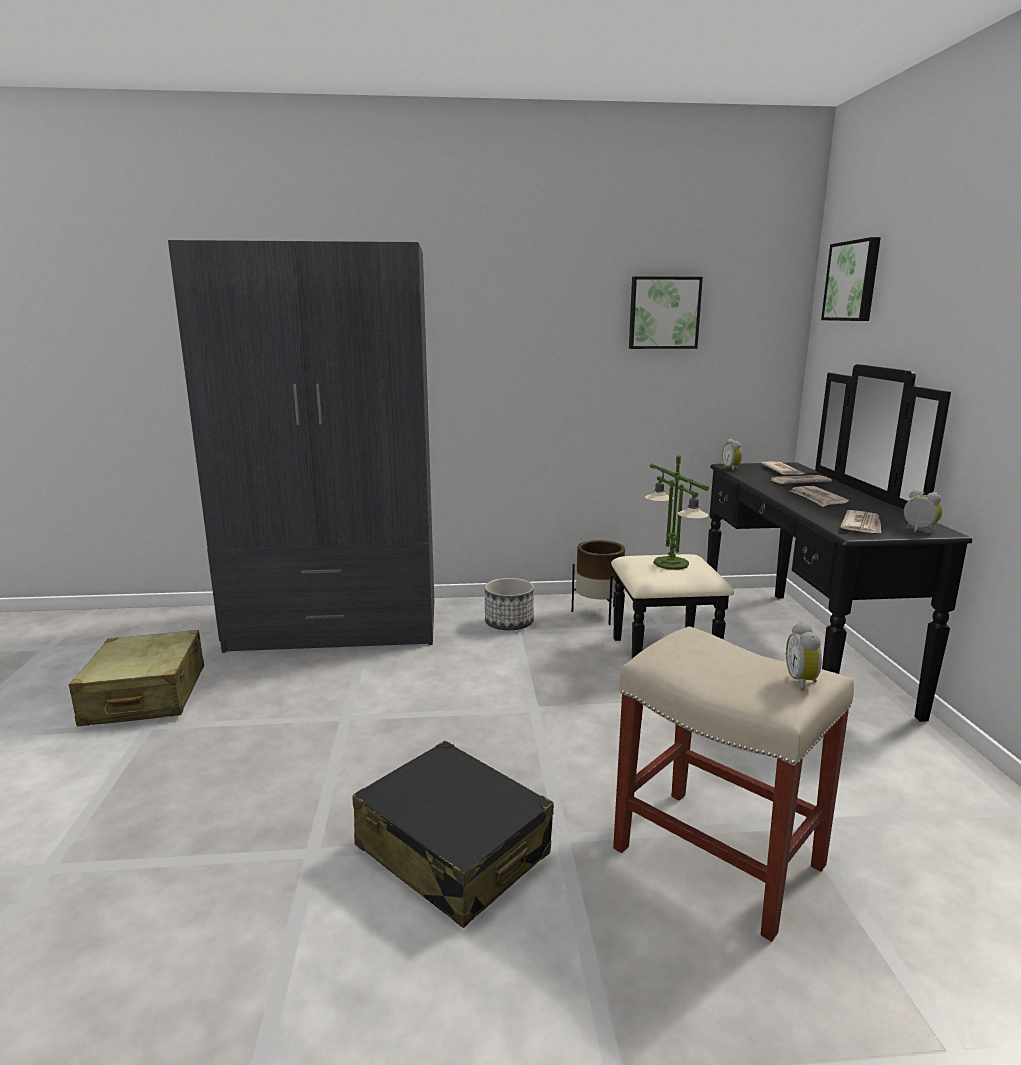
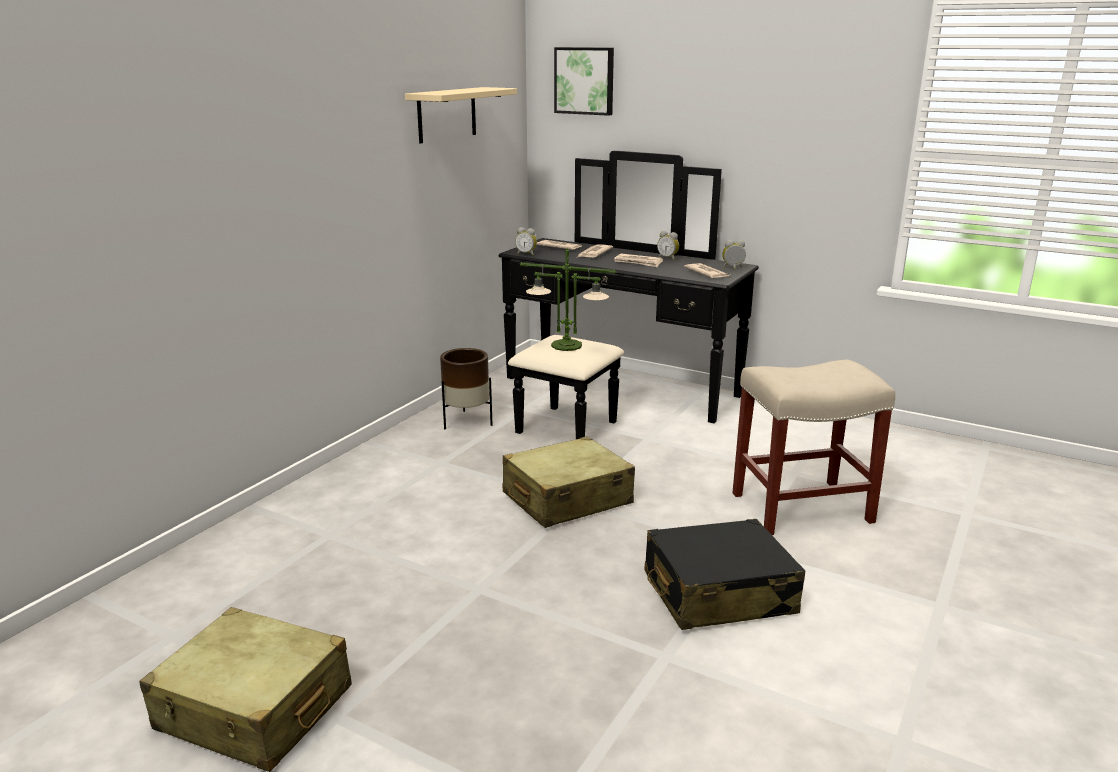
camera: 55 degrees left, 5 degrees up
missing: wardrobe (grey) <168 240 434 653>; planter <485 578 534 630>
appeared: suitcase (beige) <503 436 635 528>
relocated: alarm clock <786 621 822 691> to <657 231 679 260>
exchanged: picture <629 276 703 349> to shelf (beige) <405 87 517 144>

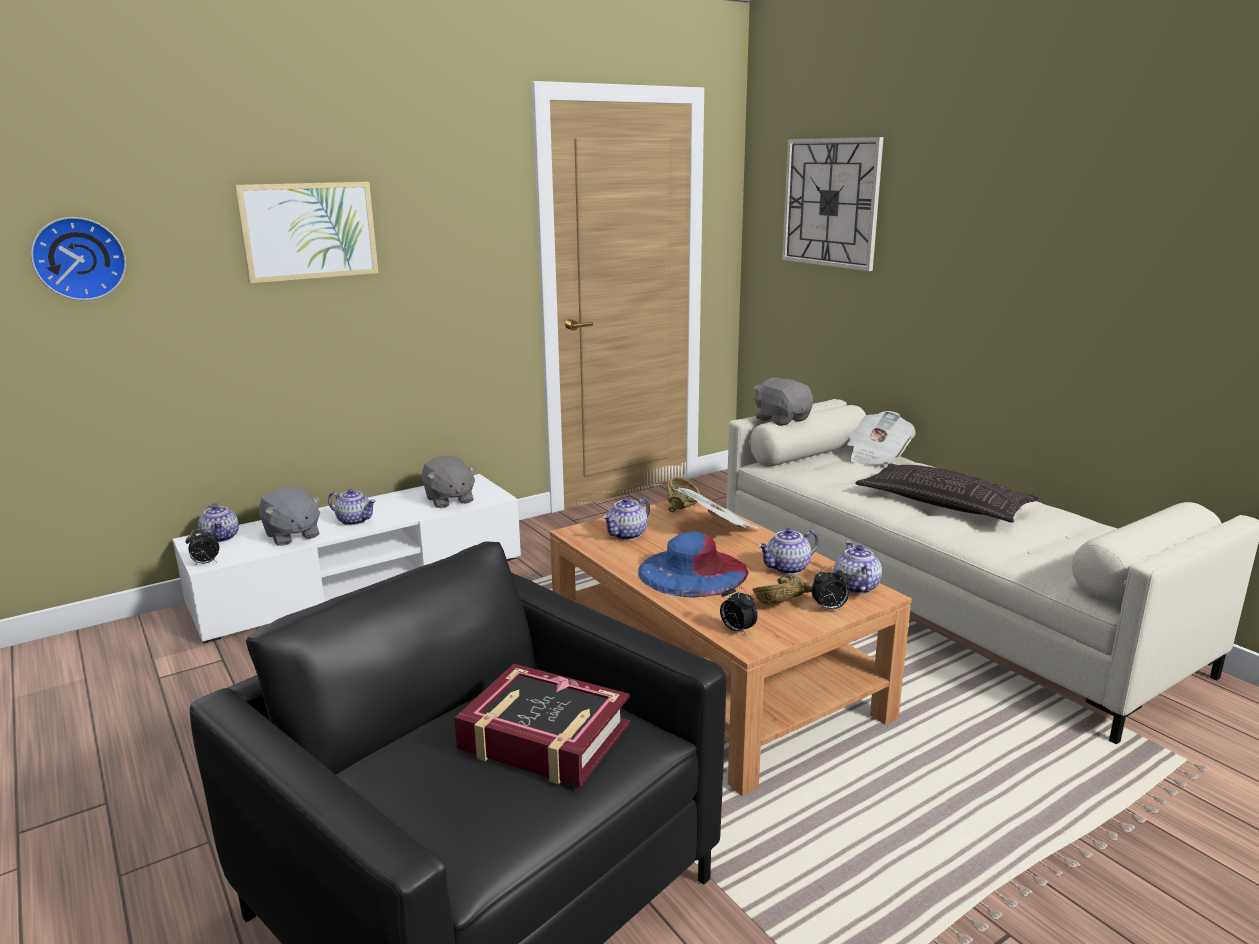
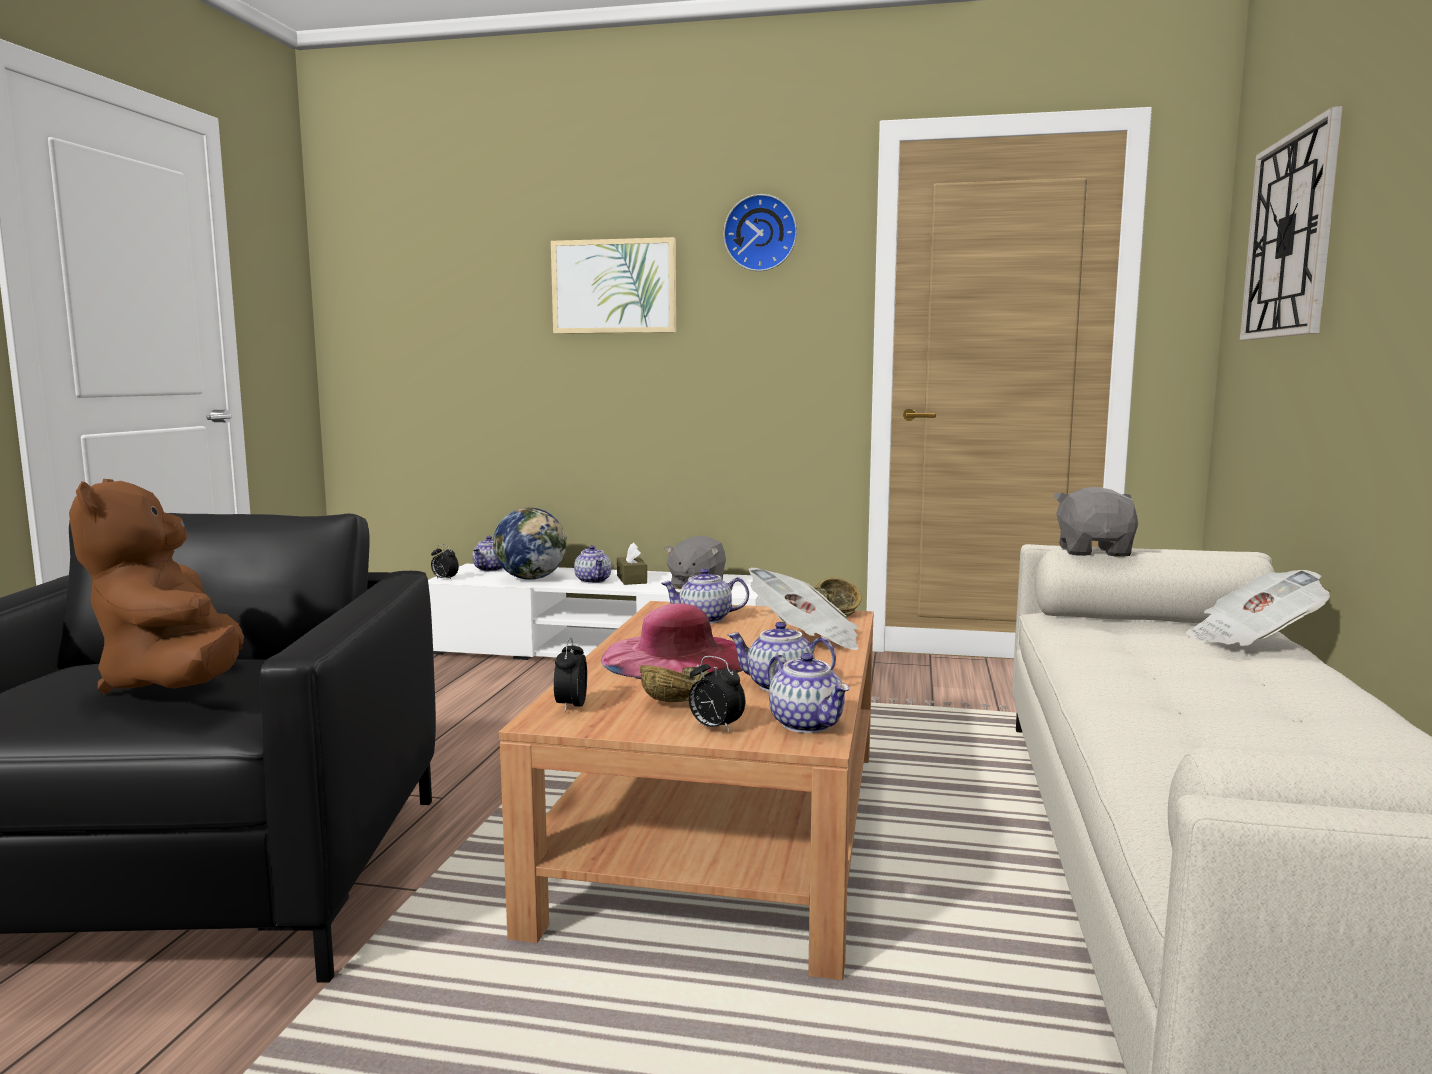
camera: 45 degrees right, 10 degrees down
missing: pillow <855 463 1039 522>
appeared: tissue box (brown) <617 543 647 585>
relocated: wall clock <31 217 126 301> to <723 194 797 271>
exchanged: plush toy (grey) <259 487 321 546> to globe <493 508 567 580>; book <454 664 630 787> to plush toy (brown) <69 479 244 694>
colour: hat (blue) <638 531 748 598> to hat (pink) <601 603 743 679>
spun: teapot <834 541 882 594> = <768 653 850 733> 105 degrees clockwise

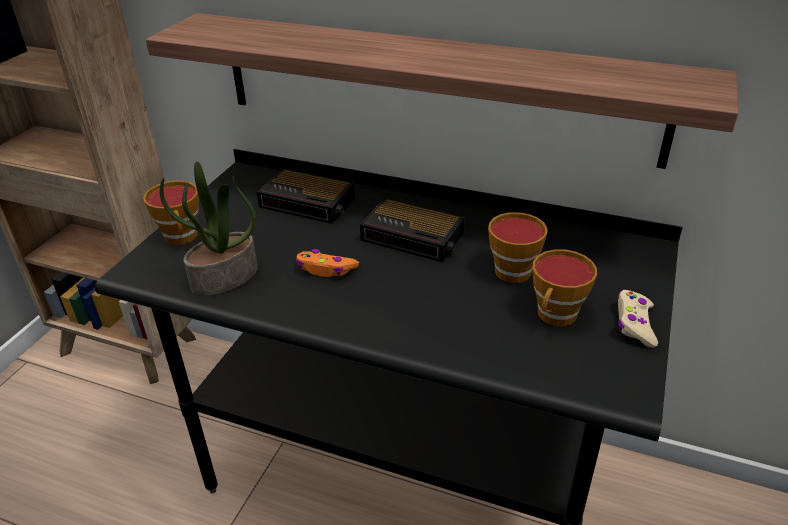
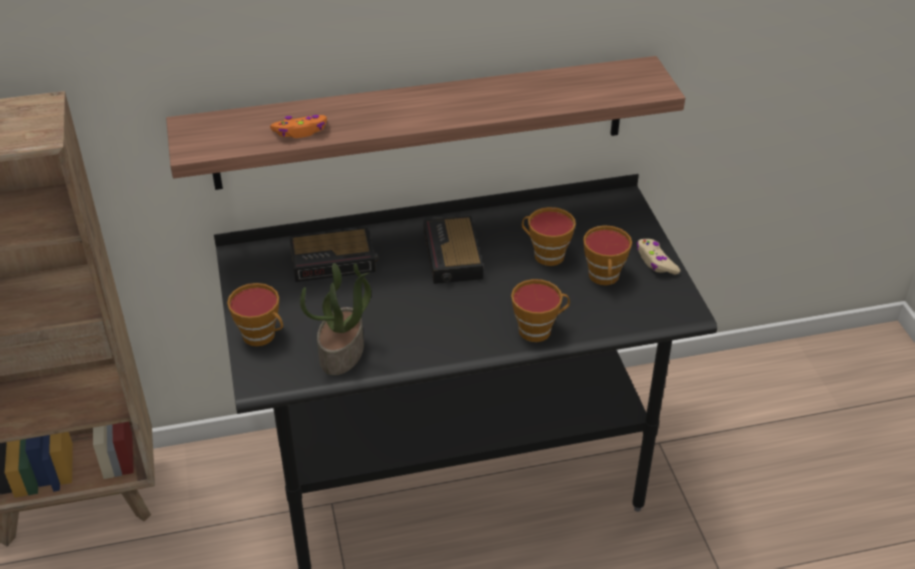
camera: 35 degrees left, 5 degrees up
appeared: cup <511 279 570 342>
relocated: game controller (orange) <296 249 359 277> to <270 115 327 138>
spun: alarm clock <360 198 464 262> = <423 216 483 284> 90 degrees clockwise

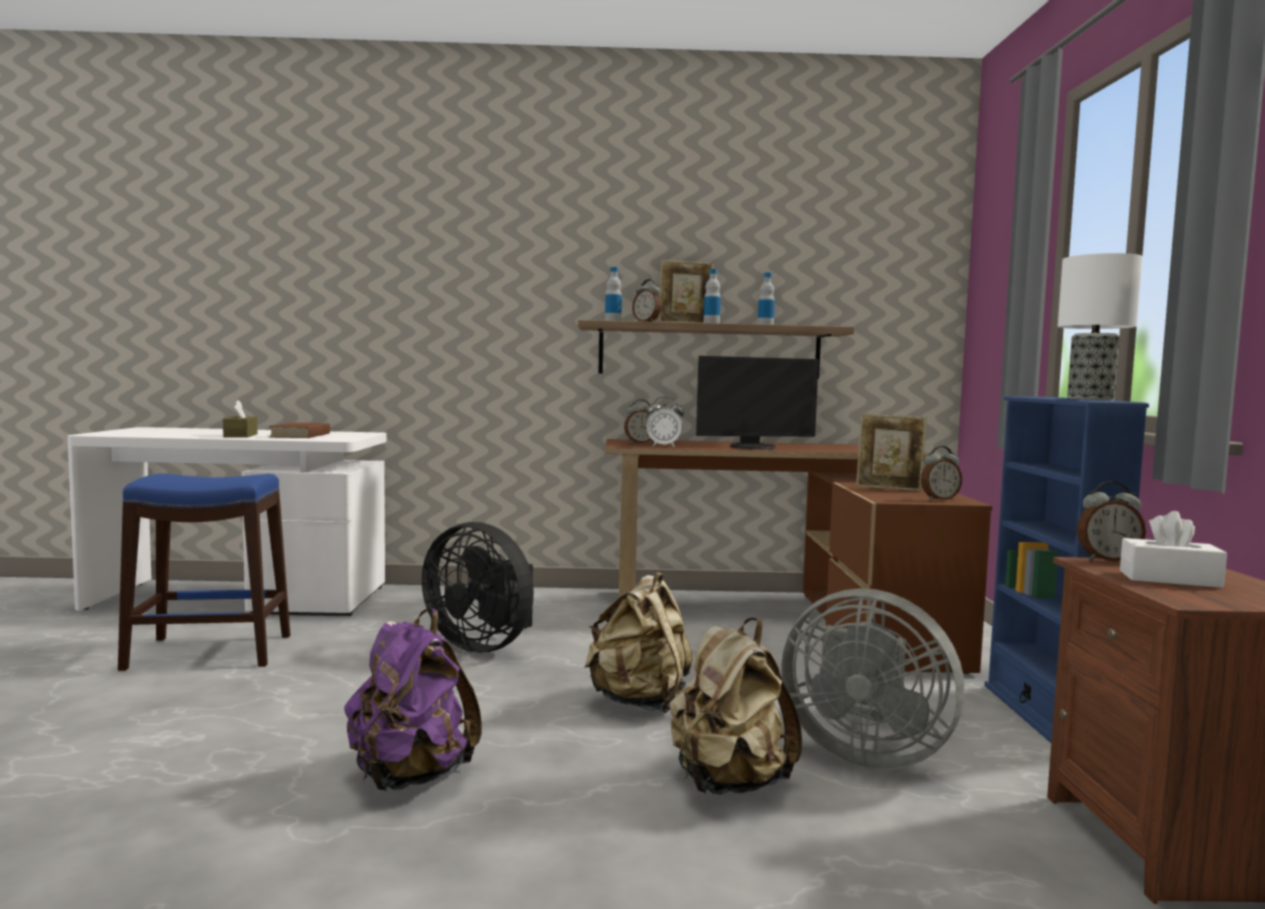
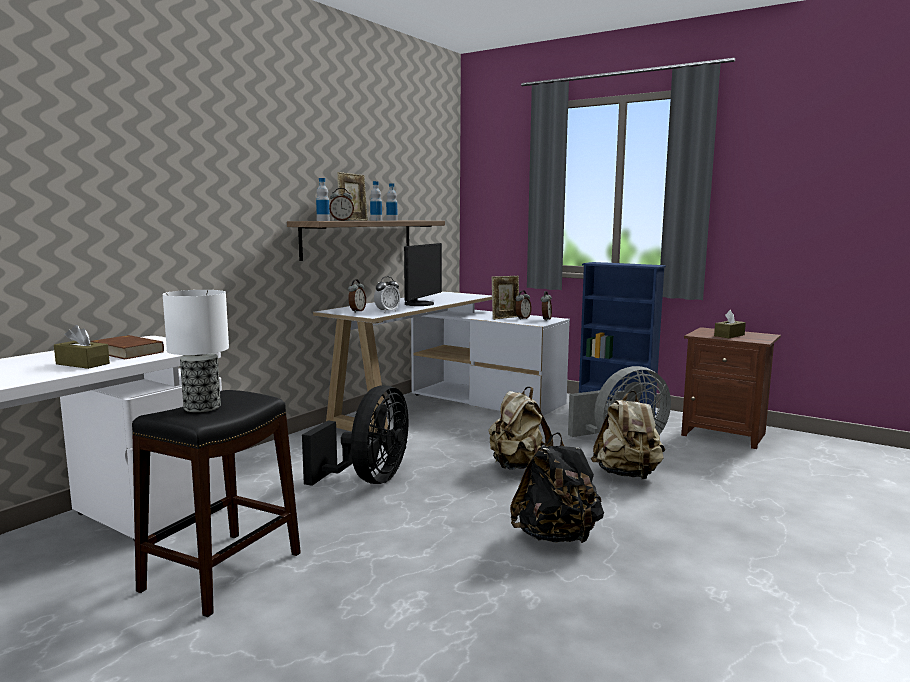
camera: 55 degrees left, 5 degrees up
relocated: table lamp <1058 253 1143 400> to <163 290 229 412>; alarm clock <1077 481 1146 561> to <515 290 531 320>
colour: desk (brown) <605 439 992 674> to desk (white) <313 291 570 433>; stool (blue) <118 473 290 671> to stool (black) <132 390 301 617>; tissue box (white) <1120 511 1227 588> to tissue box (brown) <714 310 746 338>; backpack (purple) <344 608 482 791> to backpack (black) <510 432 604 543>
spun: fan (black) <422 522 534 653> = <302 385 409 486> 45 degrees counterclockwise

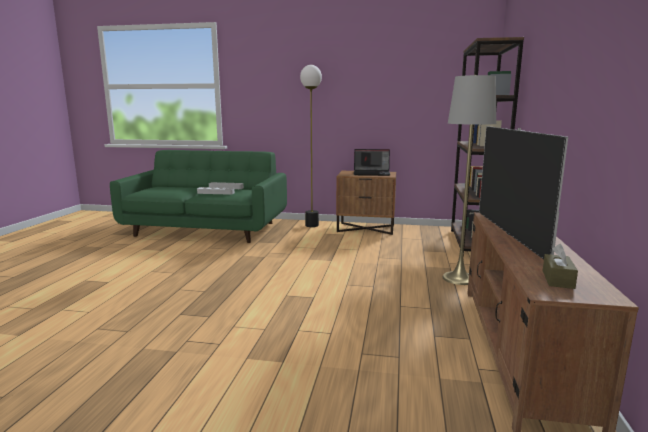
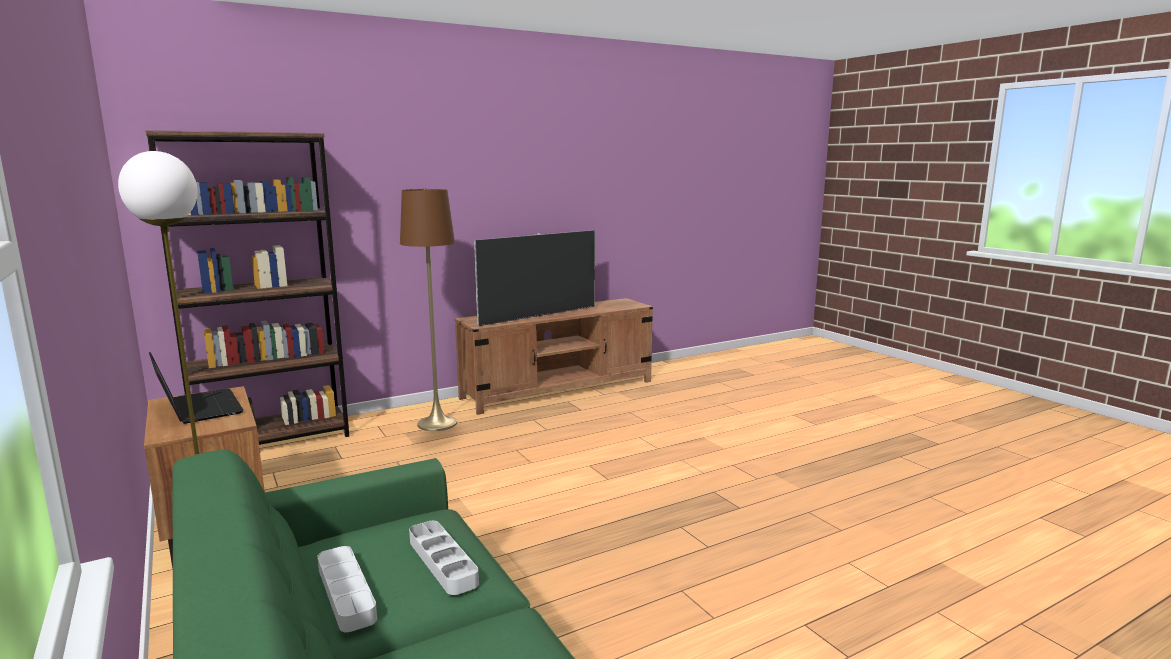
camera: 130 degrees left, 0 degrees up
missing: tissue box (brown) <543 244 578 289>
colour: floor lamp (grey) <443 75 496 285> to floor lamp (brown) <400 188 457 431>

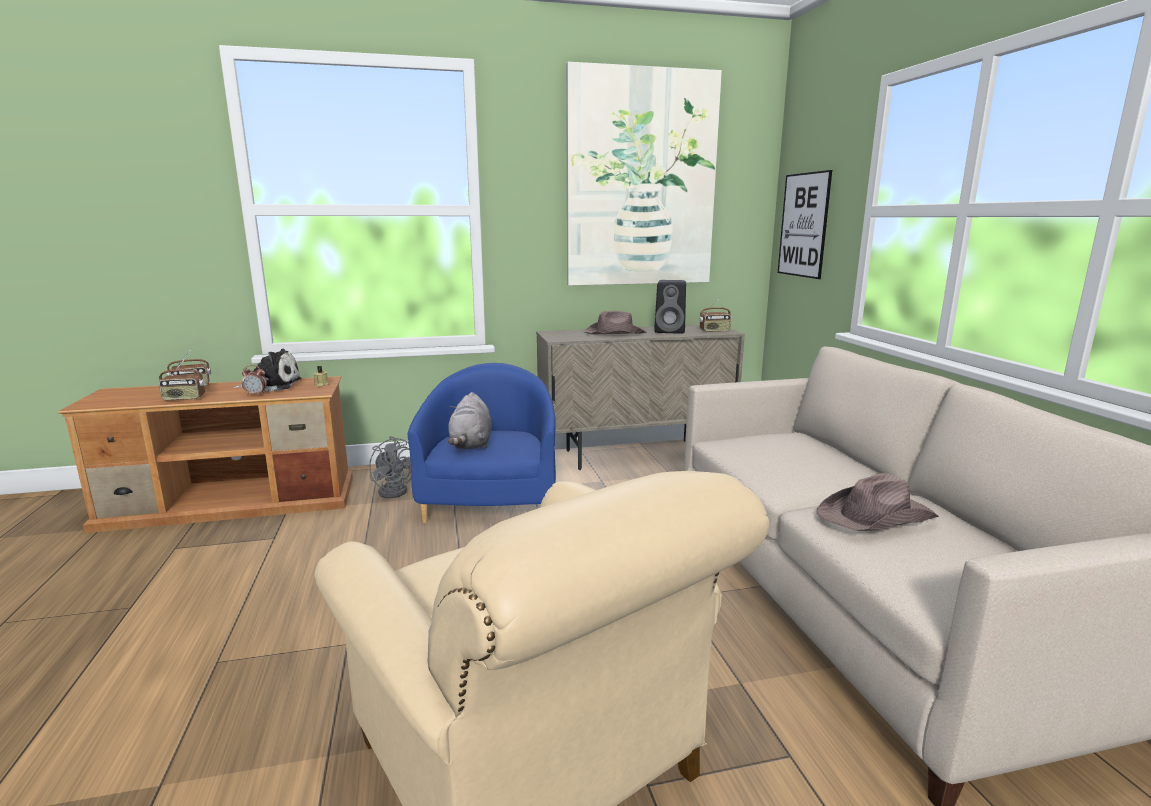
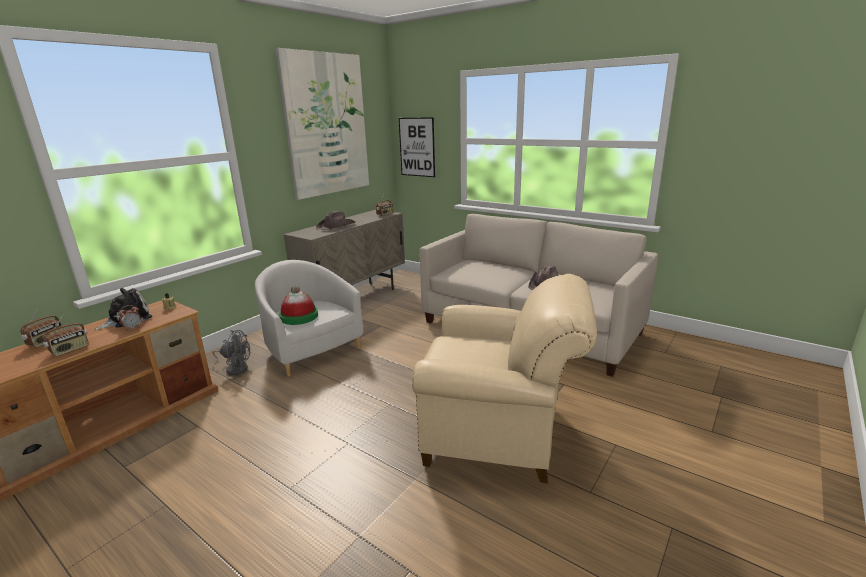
camera: 40 degrees left, 5 degrees up
missing: speaker (black) <654 280 686 334>
exchanged: plush toy (grey) <448 392 492 449> to hat <279 286 318 325>
colour: armchair (blue) <408 363 556 523> to armchair (white) <255 260 363 377>

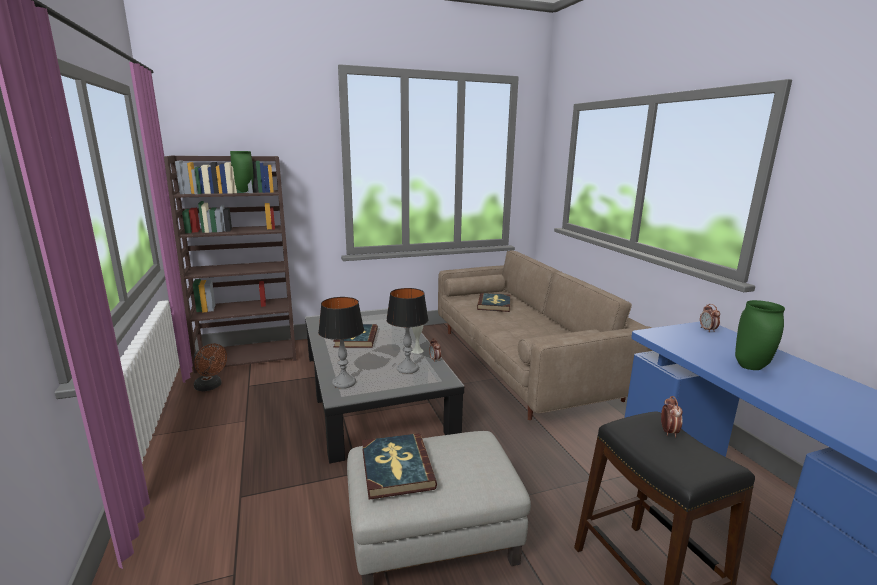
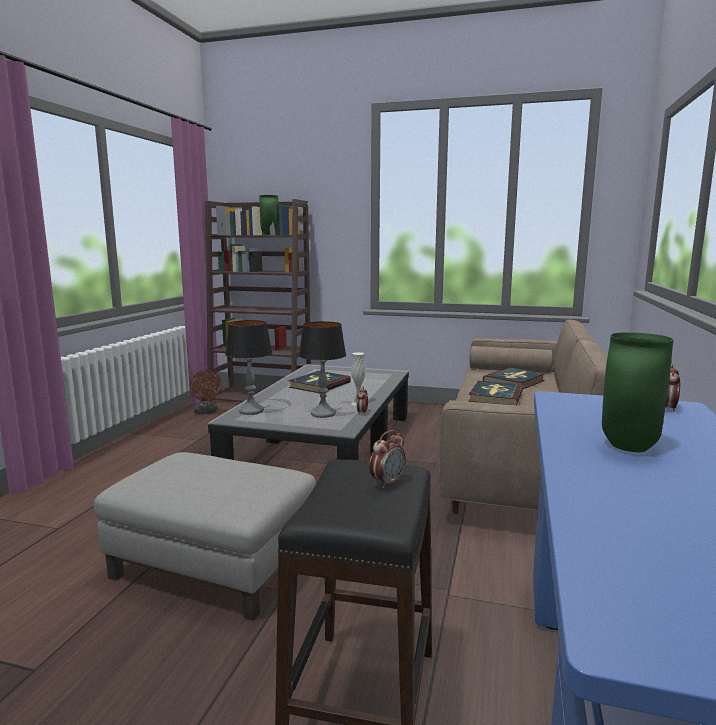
camera: 35 degrees right, 5 degrees down
relocated: book <362 433 437 500> to <468 381 523 405>

